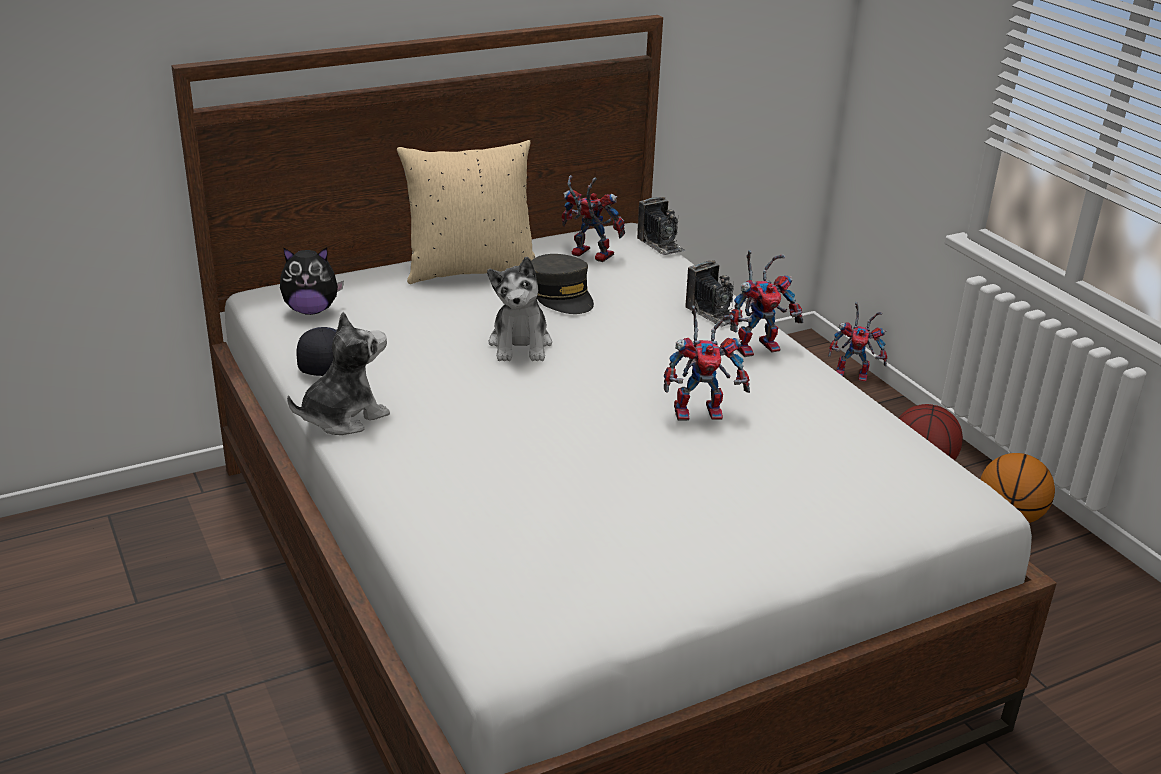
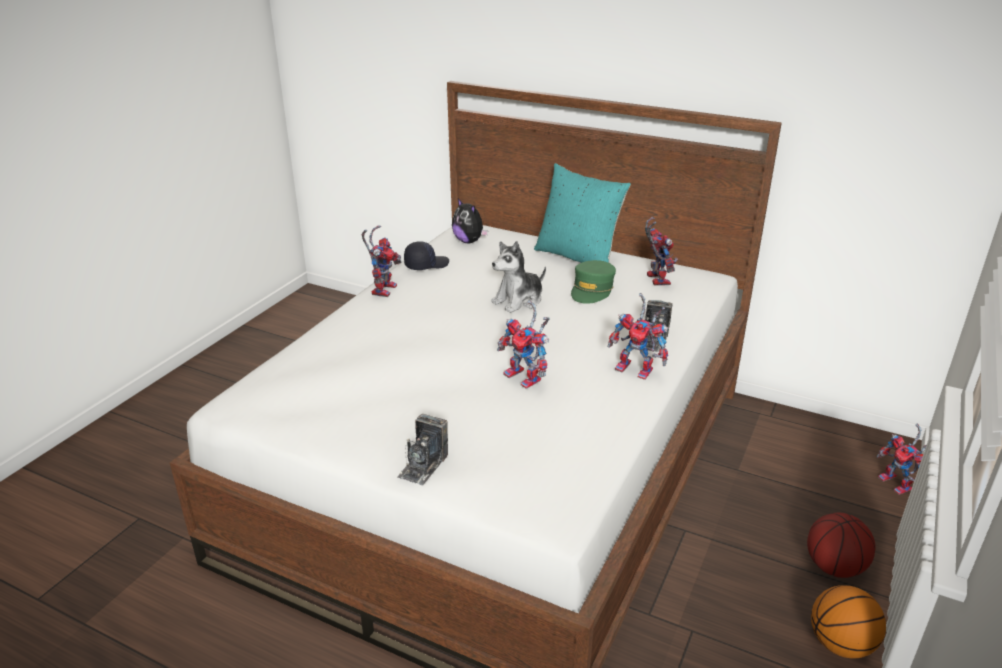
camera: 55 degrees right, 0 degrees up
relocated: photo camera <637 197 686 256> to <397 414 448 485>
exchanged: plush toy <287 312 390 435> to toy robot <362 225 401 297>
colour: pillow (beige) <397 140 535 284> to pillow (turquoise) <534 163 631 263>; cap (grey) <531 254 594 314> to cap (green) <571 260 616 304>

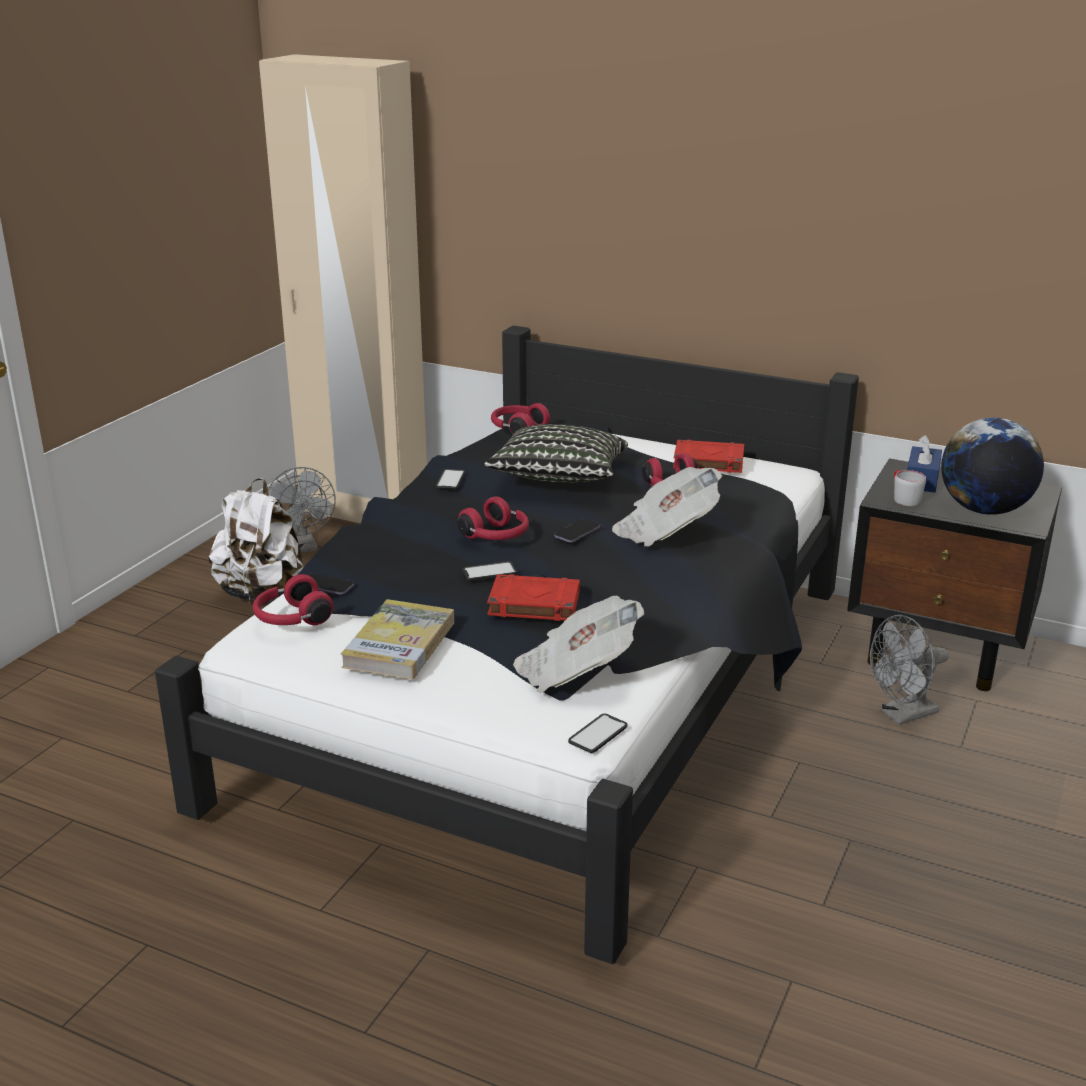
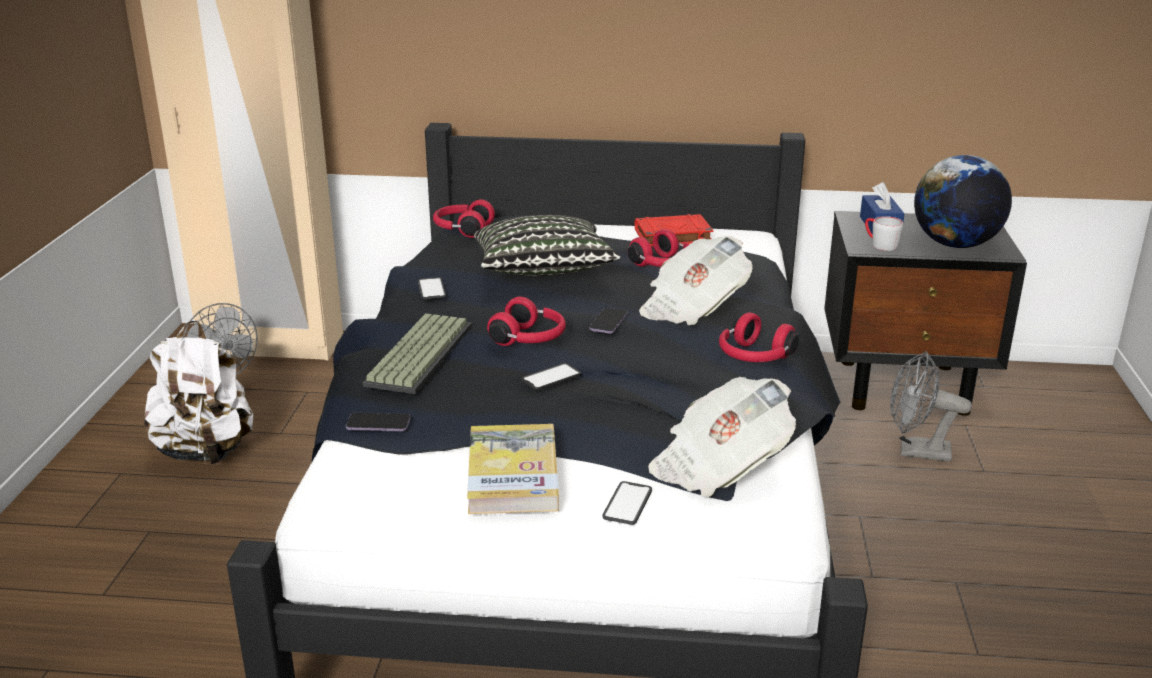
camera: 20 degrees left, 0 degrees up
missing: book (red) <487 574 580 621>
appeared: keyboard <363 313 472 394>
relocated: headphones (red) <253 574 333 625> to <719 312 799 362>; phone <568 714 628 753> to <602 481 652 525>
spun: fan (grey) <870 615 949 725> = <890 351 972 462> 60 degrees clockwise

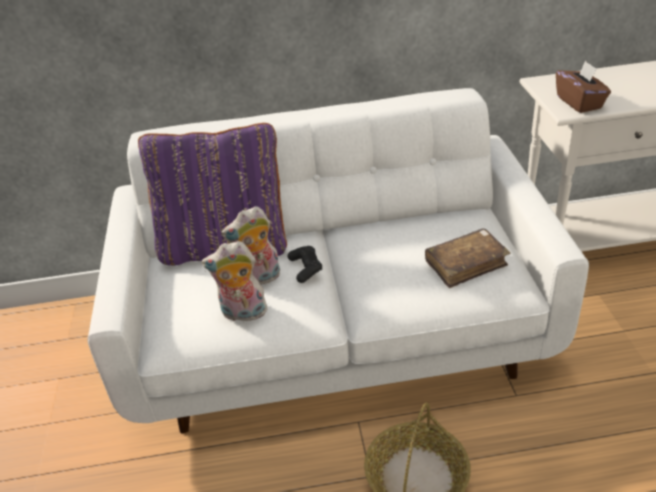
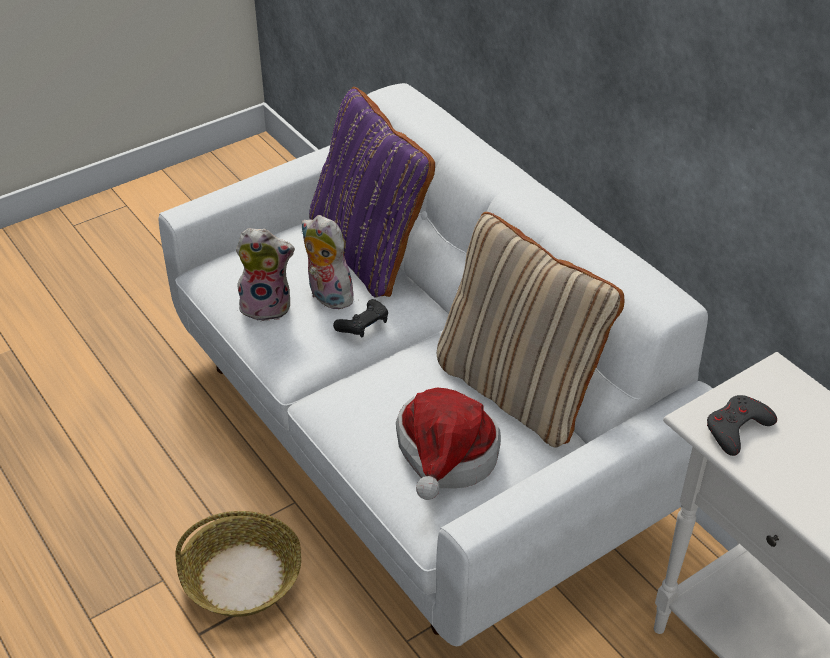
camera: 60 degrees right, 5 degrees up
appeared: pillow (beige) <437 212 624 448>
exchanged: tissue box (brown) <556 60 611 113> to game controller (grey) <707 395 777 456>; book (brown) <425 229 510 288> to hat <396 388 501 500>
spun: plush toy <202 241 267 321> = <236 228 295 321> 120 degrees clockwise

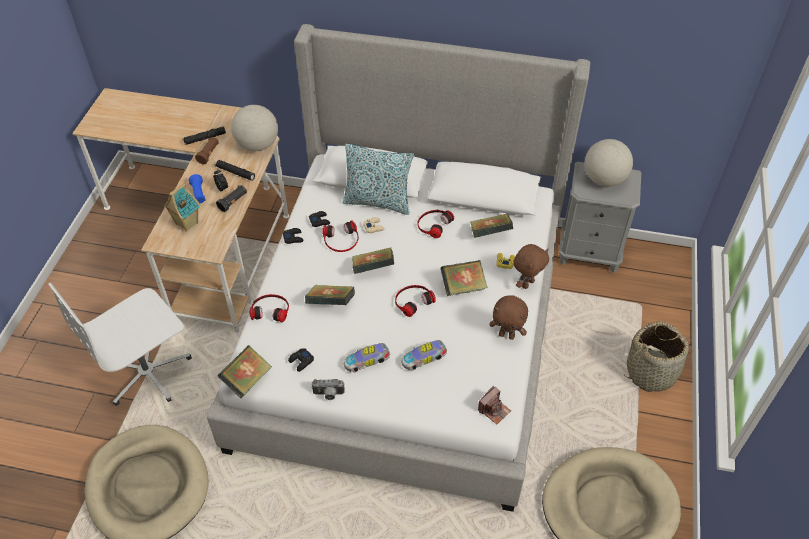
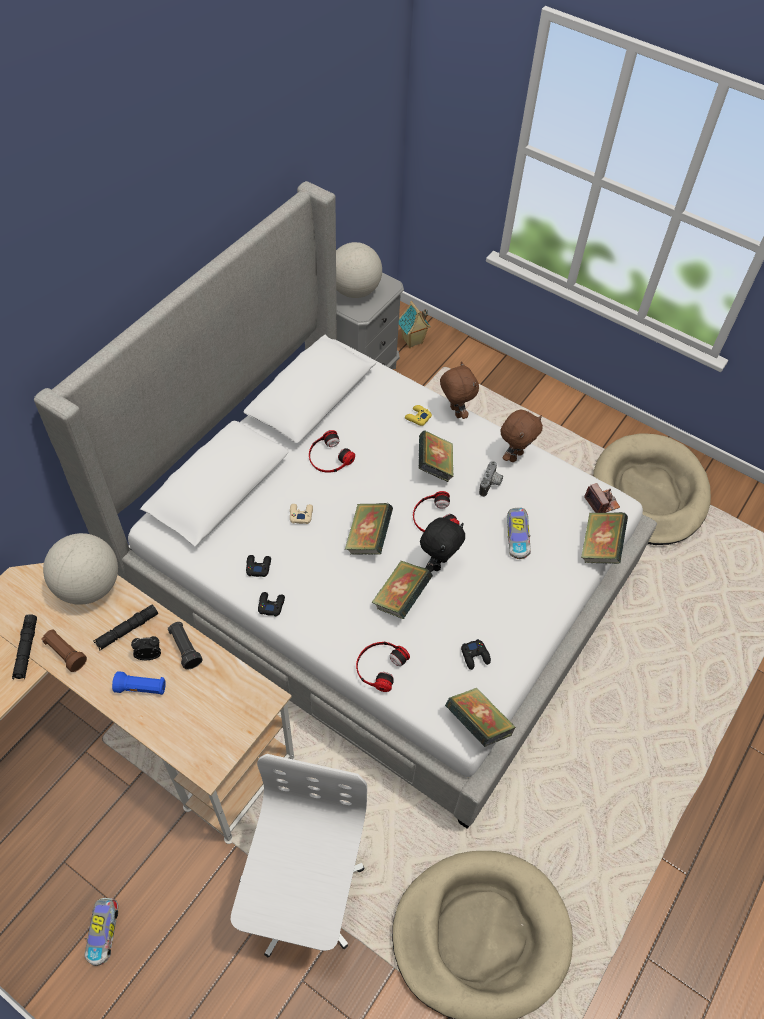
camera: 70 degrees left, 5 degrees up
missing: pillow <342 144 414 215>; headphones <322 220 359 252>; basket <624 321 692 392>
appeared: plush toy (black) <420 517 465 572>
relocated: toy house <163 183 200 231> to <399 301 431 348>; book <470 213 513 238> to <581 512 628 564>; toy car <344 343 390 372> to <85 898 118 966>; photo camera <312 379 345 400> to <479 461 503 497>
spun: office chair (white) <49 282 192 406> = <231 754 367 957> 150 degrees counterclockwise

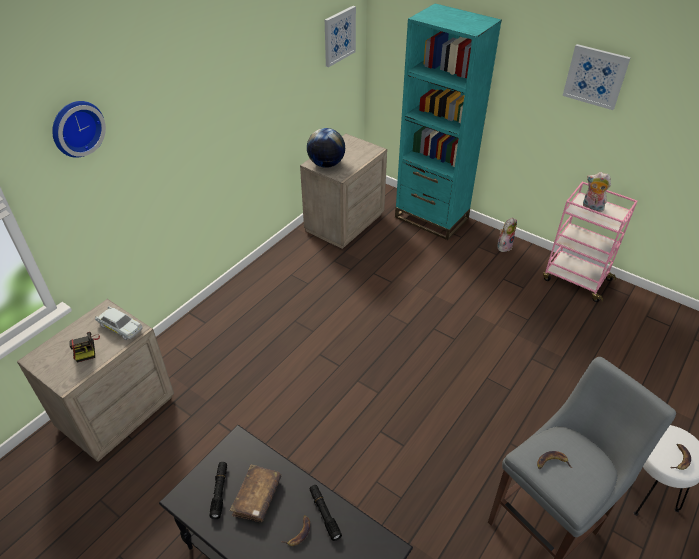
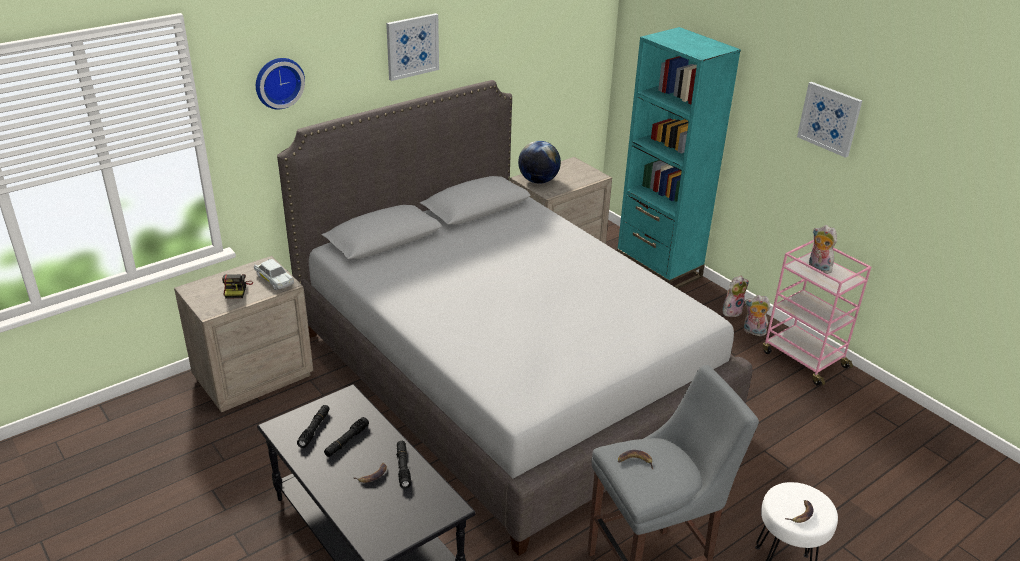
camera: 15 degrees right, 10 degrees down
appeared: bed (grey) <277 80 753 556>; plush toy <744 295 770 336>
relocated: picture <325 6 356 67> to <386 13 439 81>
exchanged: book (brown) <230 465 281 522> to flashlight (black) <324 417 369 457>

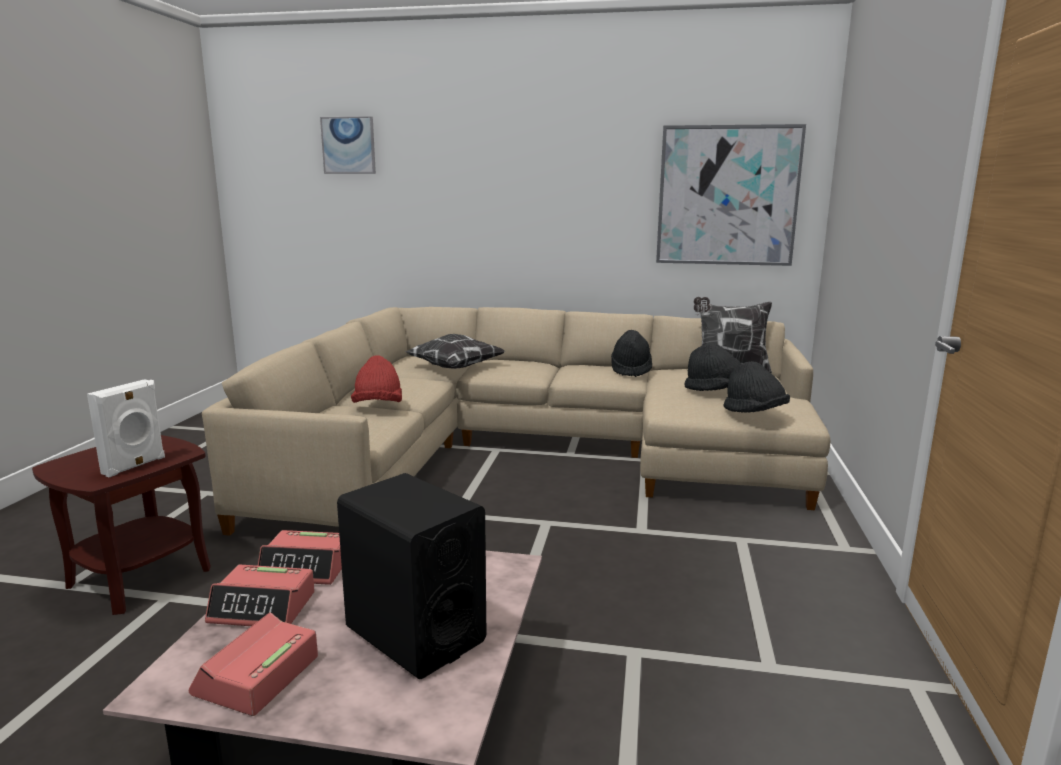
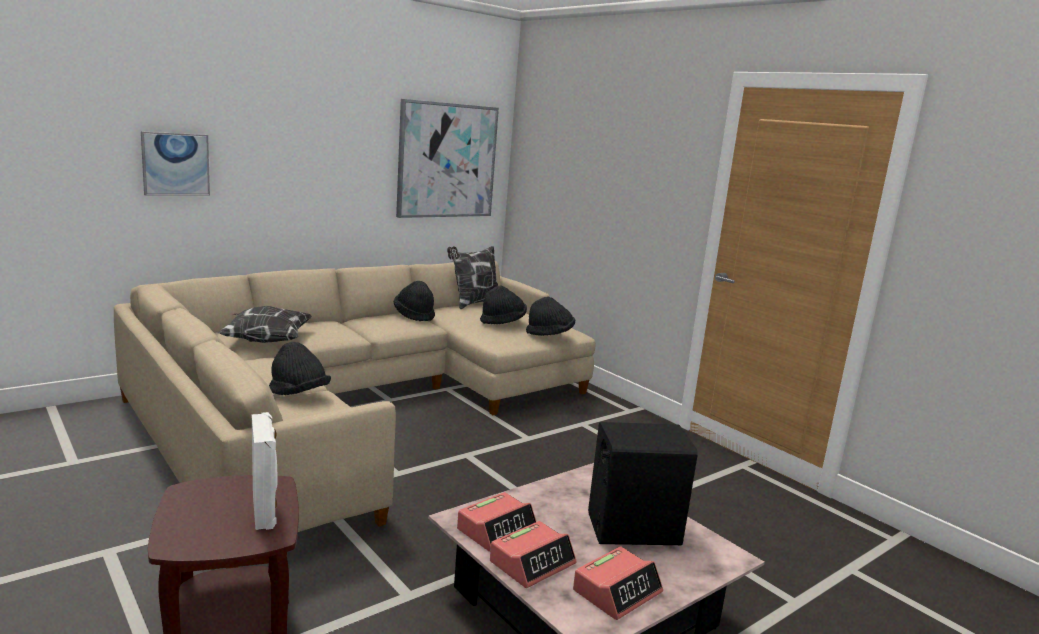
camera: 50 degrees left, 0 degrees up
relocated: picture <320 116 376 174> to <141 131 210 196>
colour: hat (red) <351 355 402 403> to hat (black) <269 342 331 395>
spun: alarm clock <189 612 318 716> = <573 547 663 620> 105 degrees counterclockwise

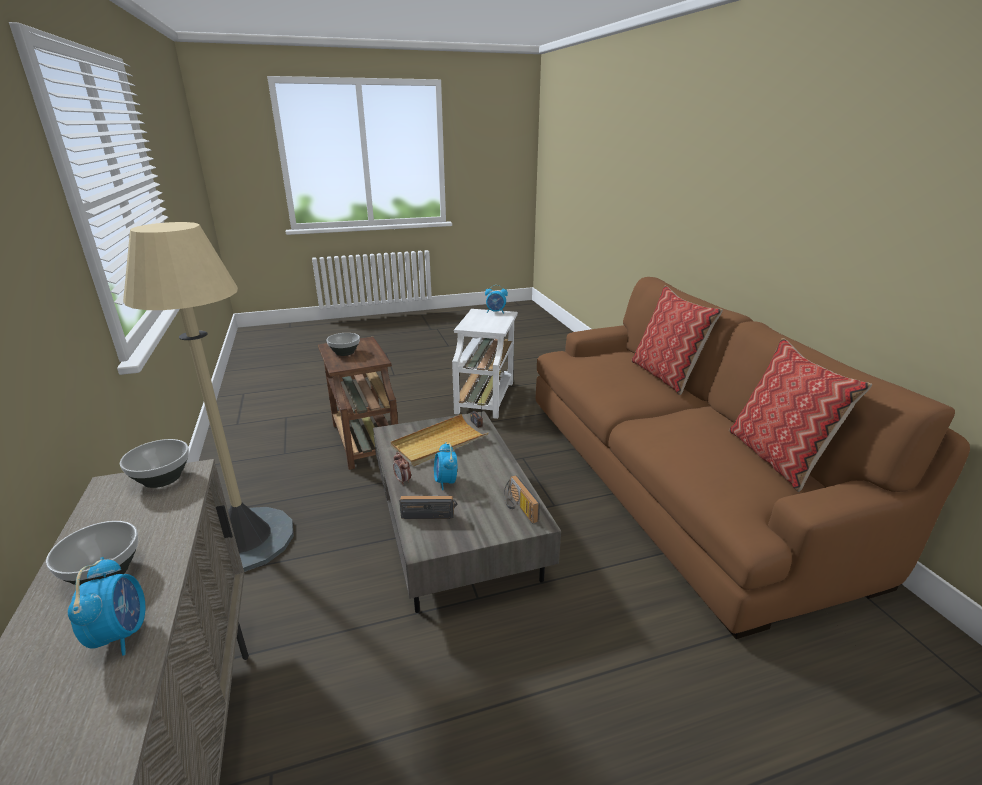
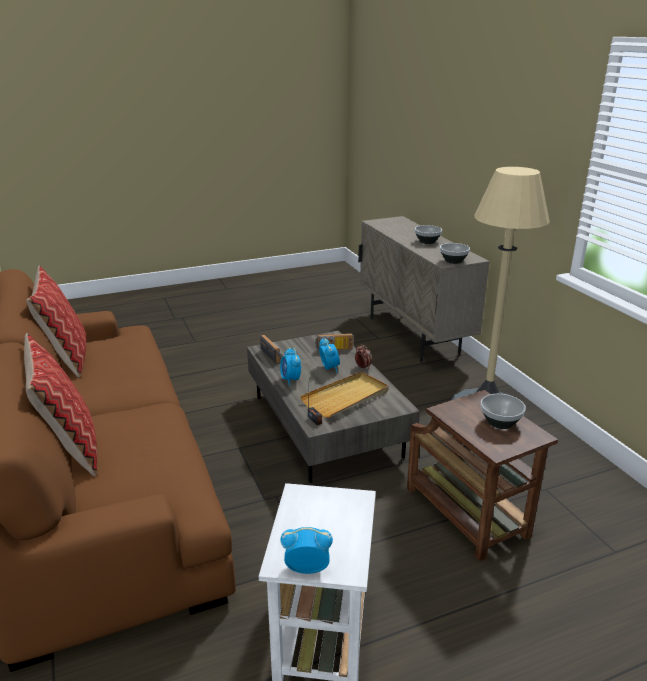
camera: 175 degrees right, 0 degrees up
relocated: alarm clock <68 557 146 656> to <280 348 301 385>

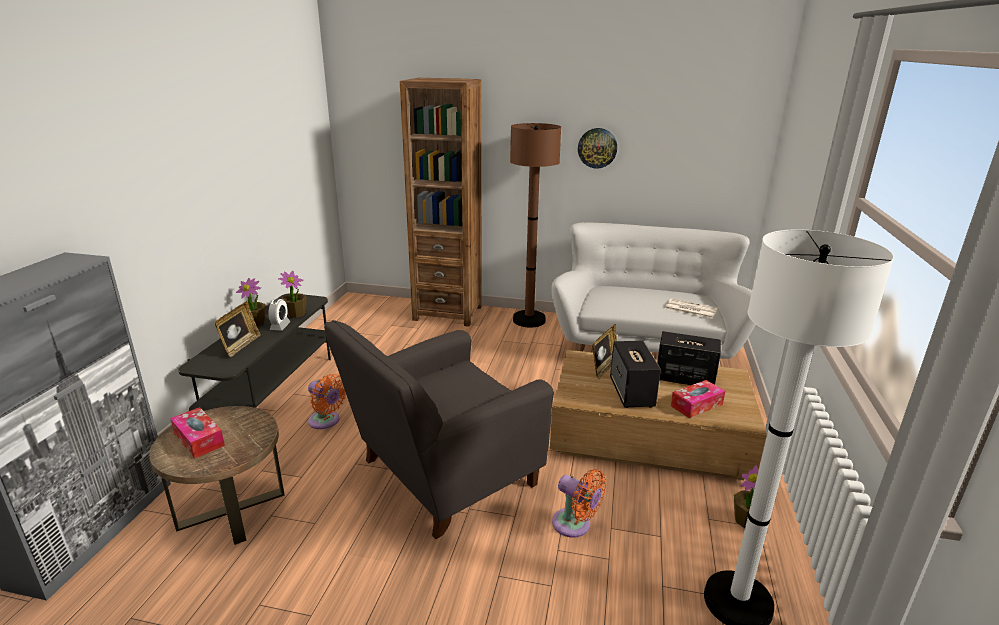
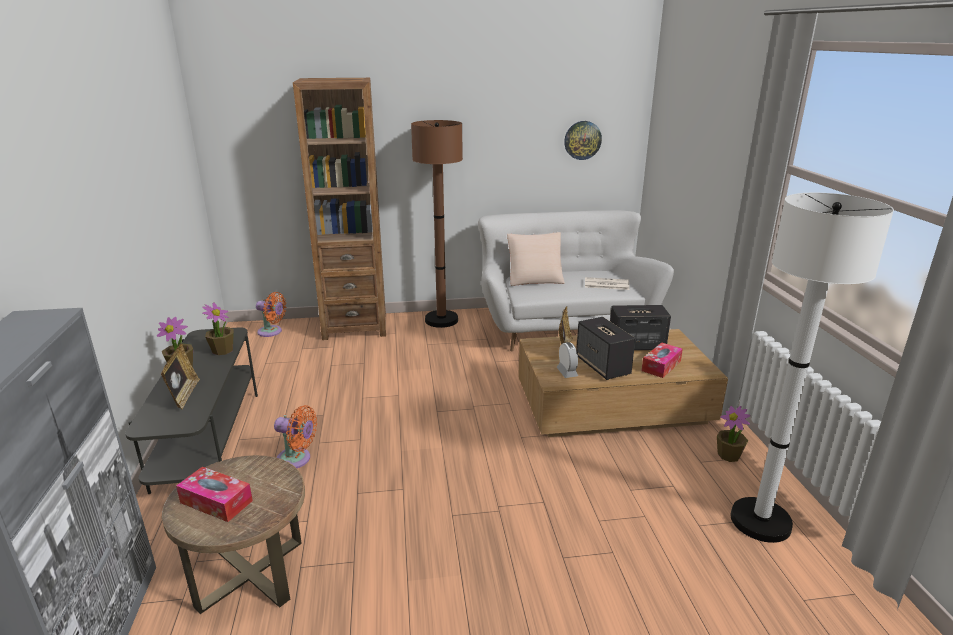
camera: 20 degrees left, 0 degrees up
missing: armchair (grey) <324 320 554 539>
appeared: pillow (beige) <507 232 565 286>
relocated: wall clock <578 128 617 169> to <564 121 602 160>; alarm clock <268 298 290 330> to <557 342 578 378>; fan (orange) <552 469 606 538> to <256 292 286 337>

